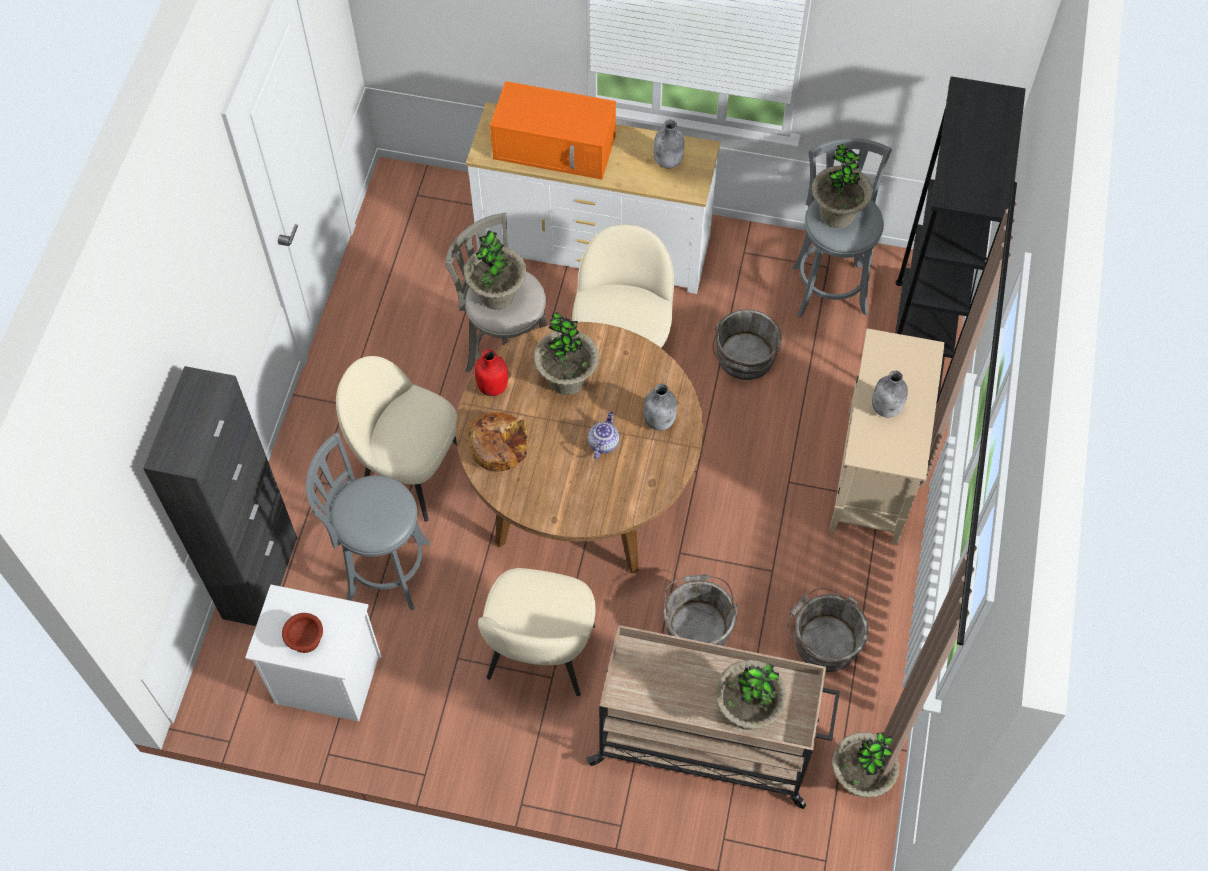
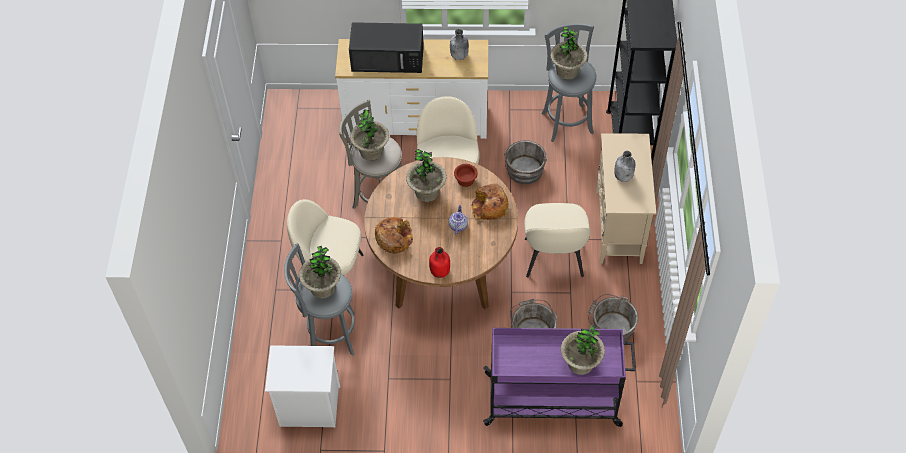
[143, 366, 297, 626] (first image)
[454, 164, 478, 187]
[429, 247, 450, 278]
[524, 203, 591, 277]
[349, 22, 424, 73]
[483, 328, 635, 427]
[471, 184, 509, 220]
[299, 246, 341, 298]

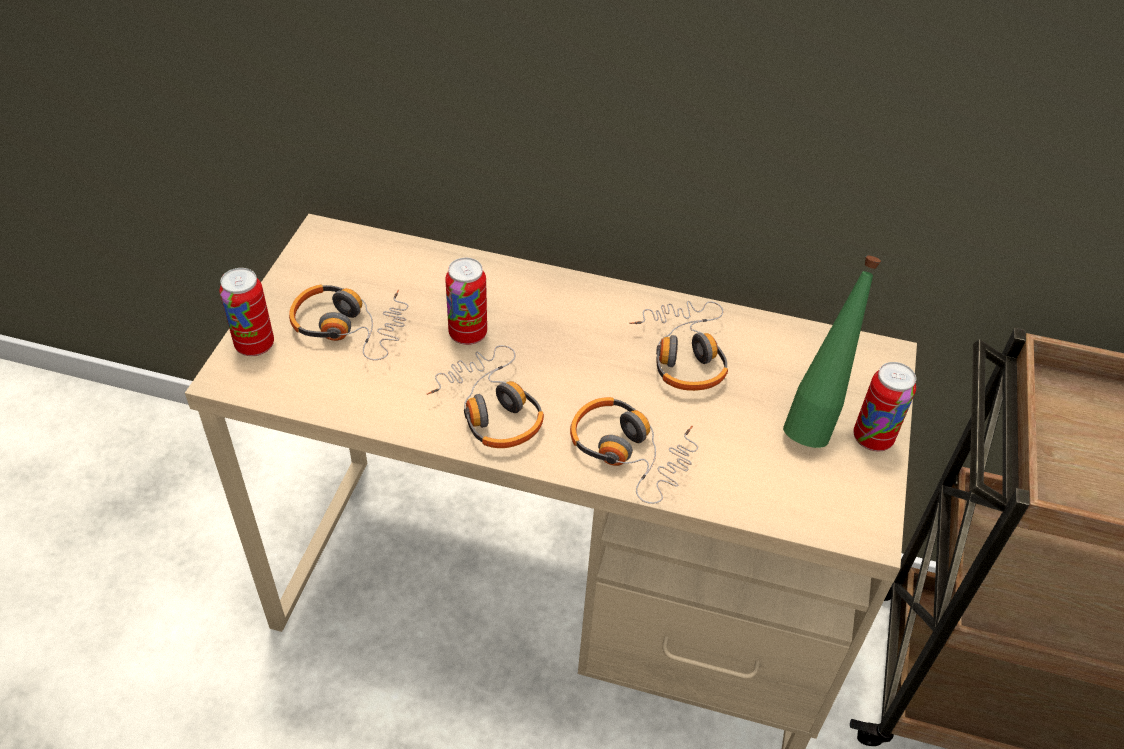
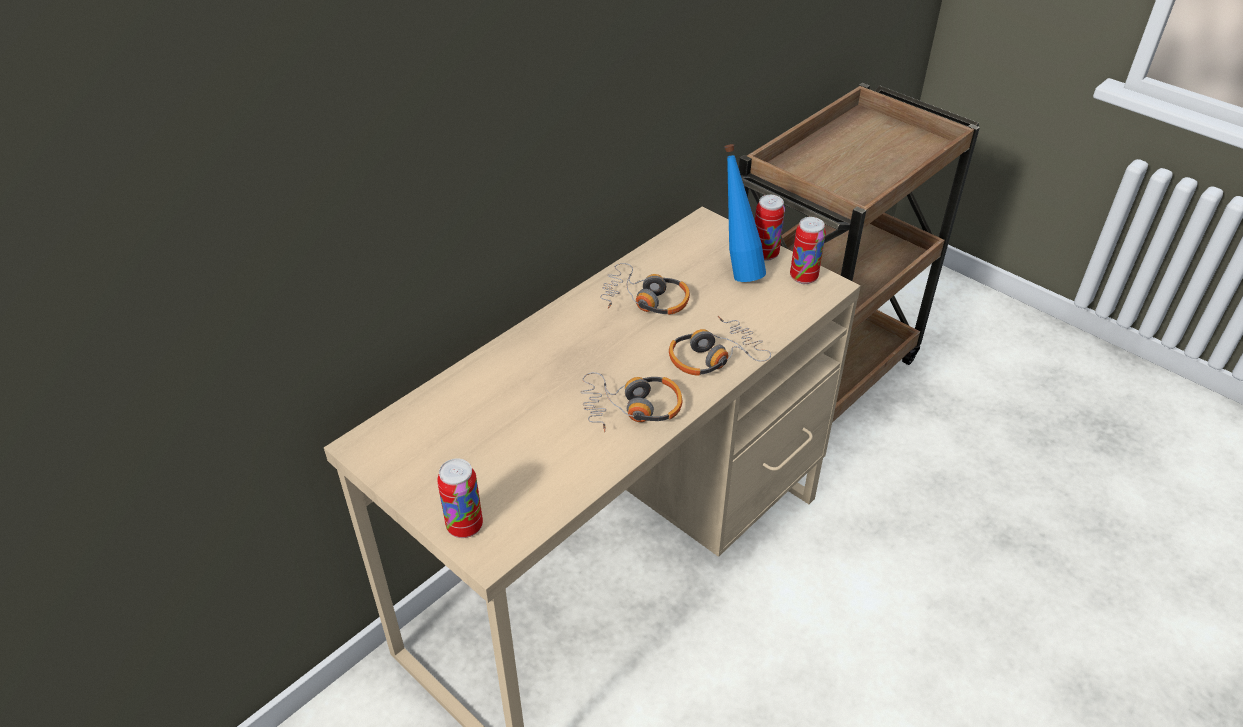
[289, 285, 408, 360] (first image)
[790, 217, 826, 284]
[724, 144, 766, 282]

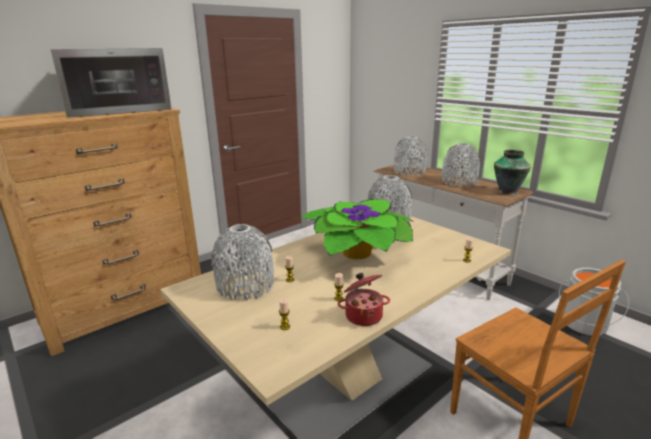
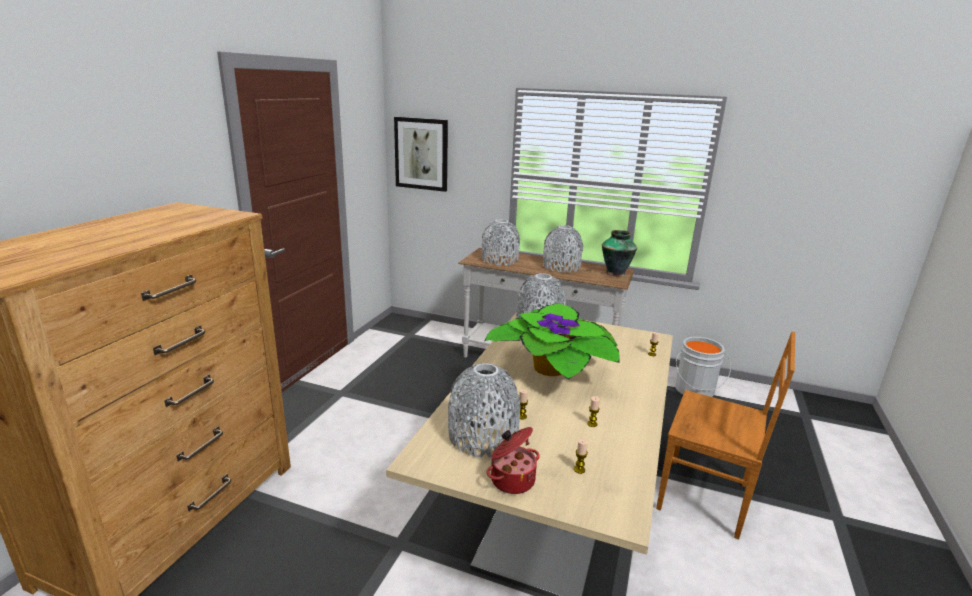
[51, 48, 172, 118] (first image)
[486, 427, 540, 494]
[394, 117, 448, 192]

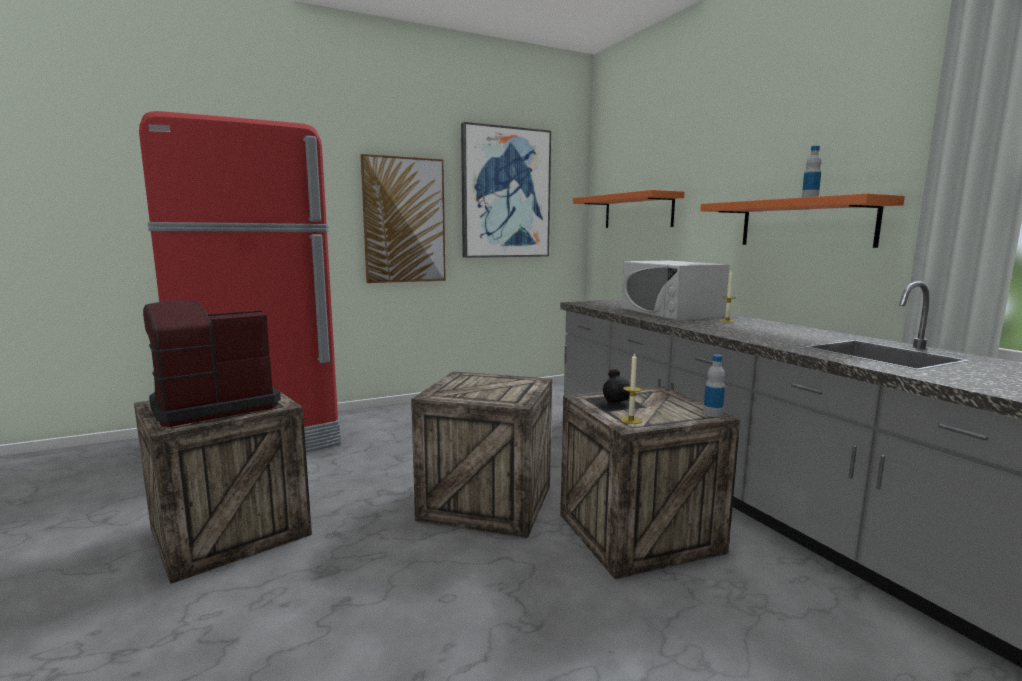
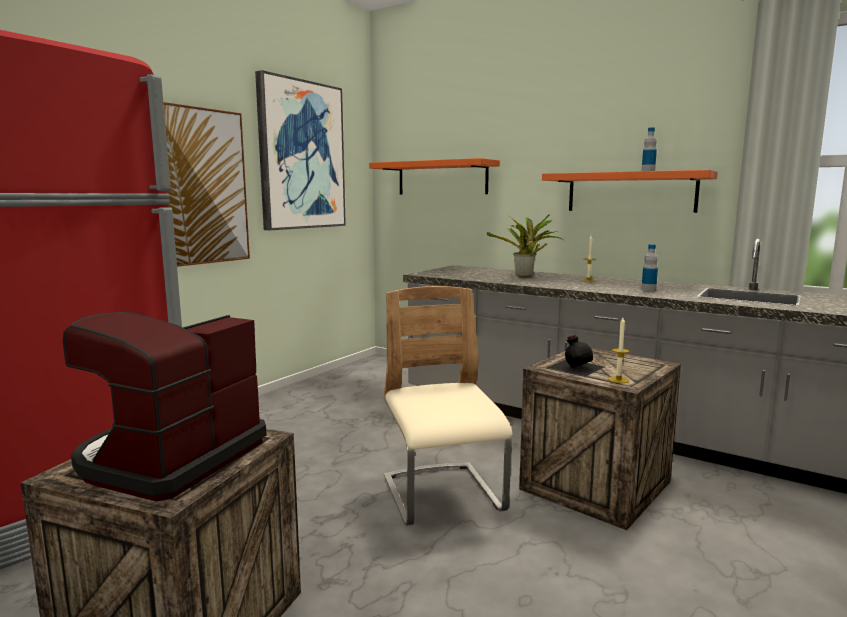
[384, 286, 512, 526]
[487, 215, 563, 277]
[641, 244, 658, 291]

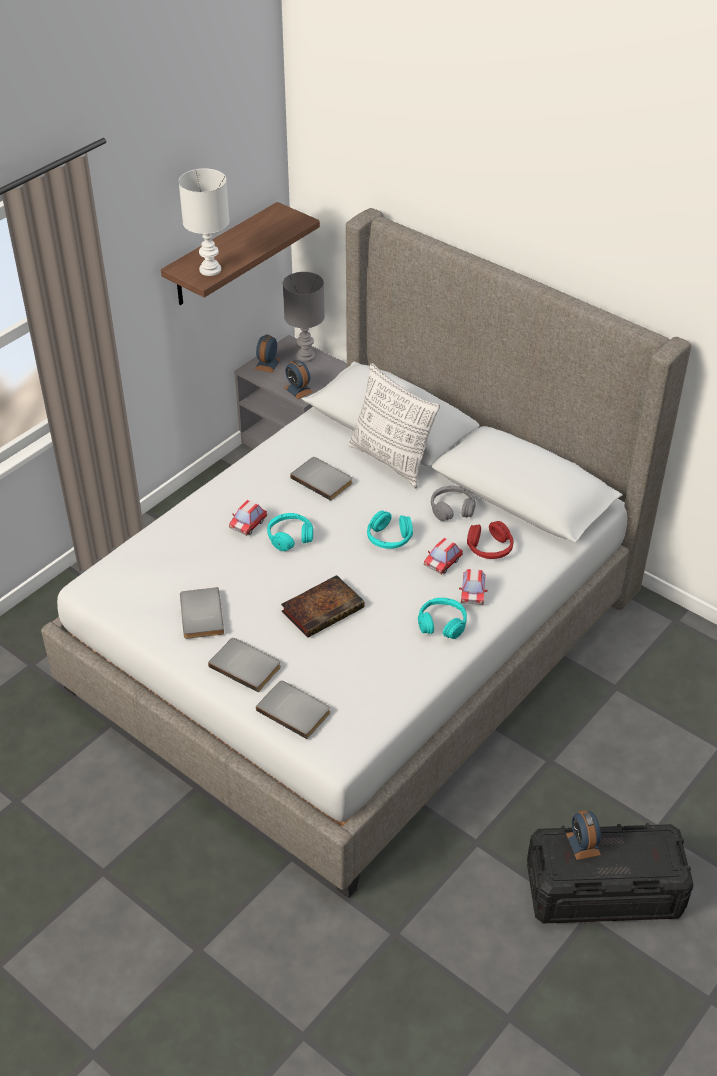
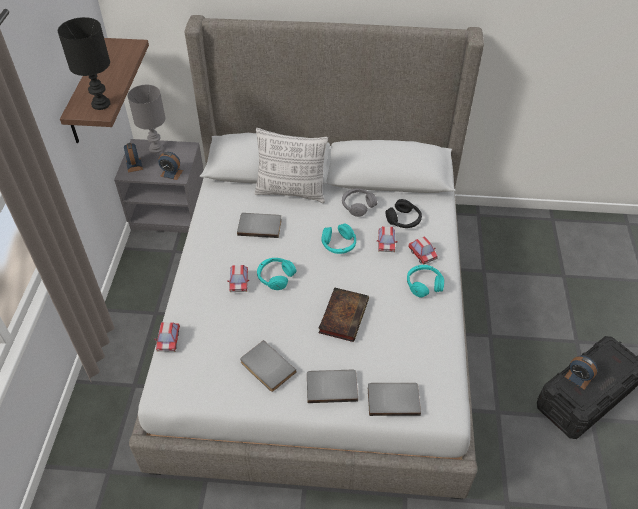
[58, 17, 110, 110]
[385, 199, 422, 228]
[155, 322, 180, 352]

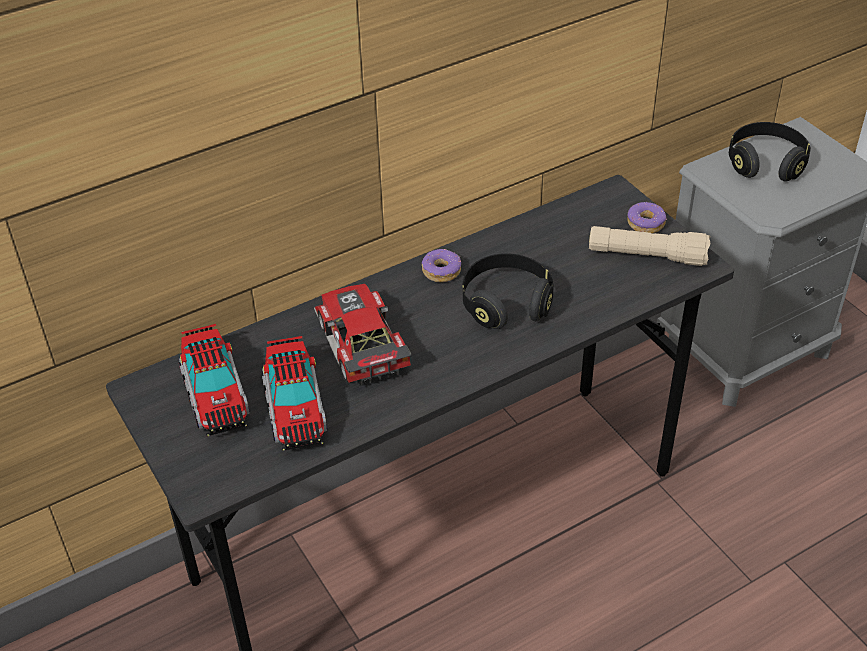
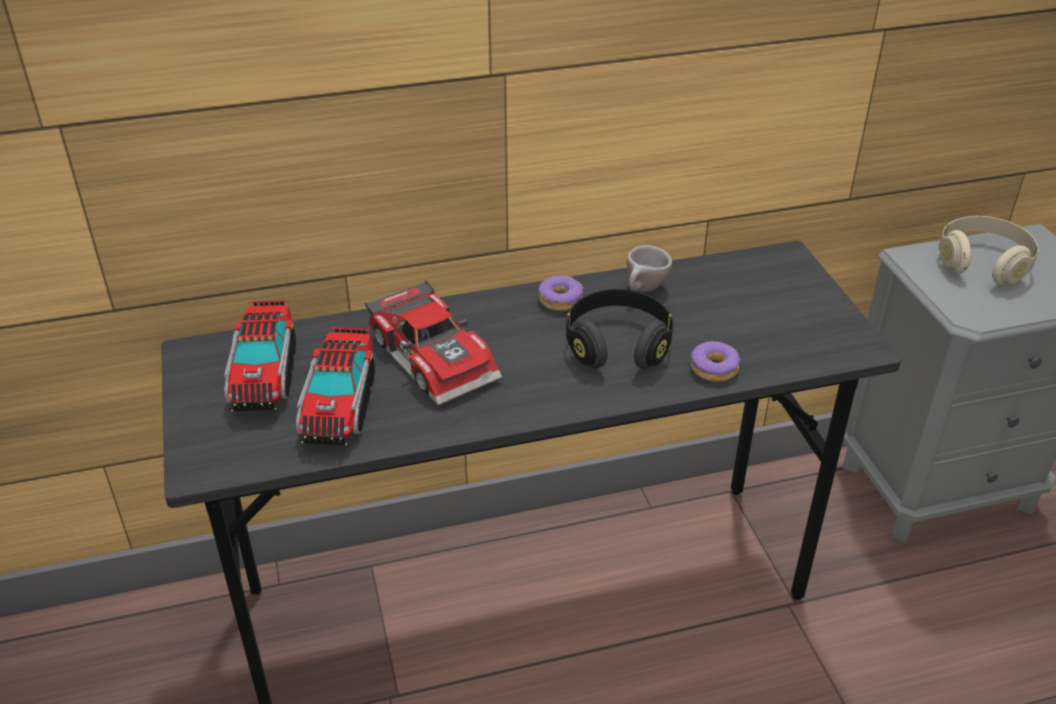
[365, 280, 502, 406]
[589, 226, 711, 266] (first image)
[691, 341, 741, 382]
[939, 216, 1039, 285]
[627, 245, 672, 292]

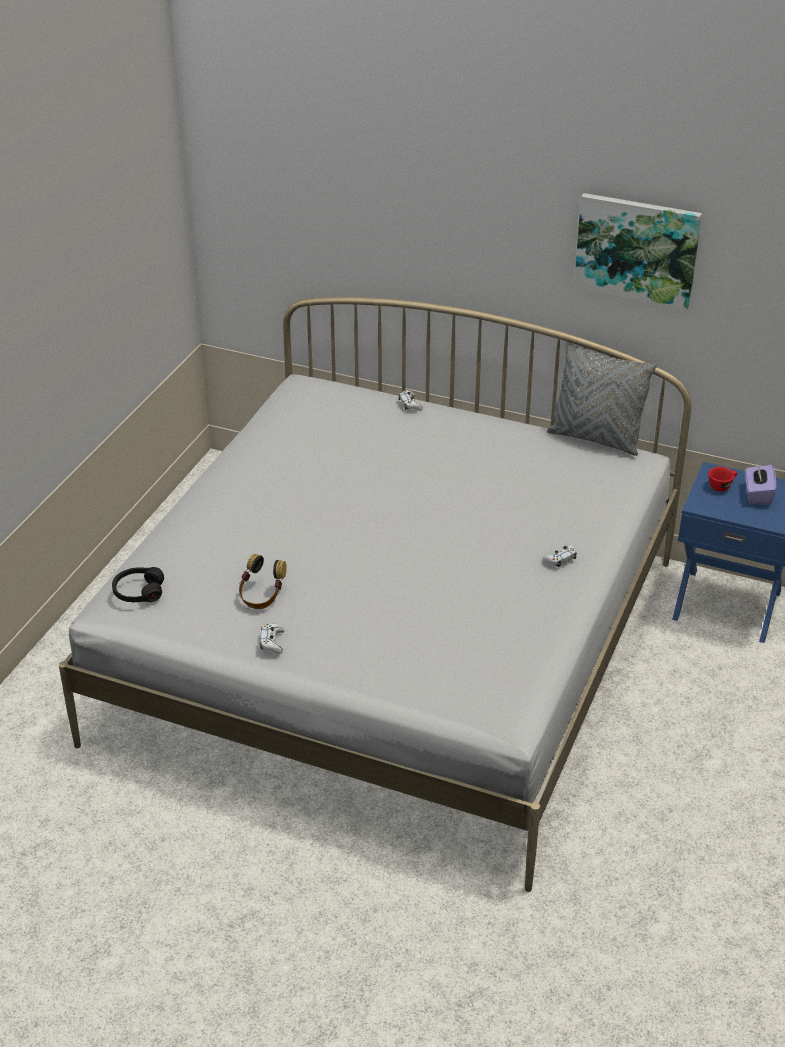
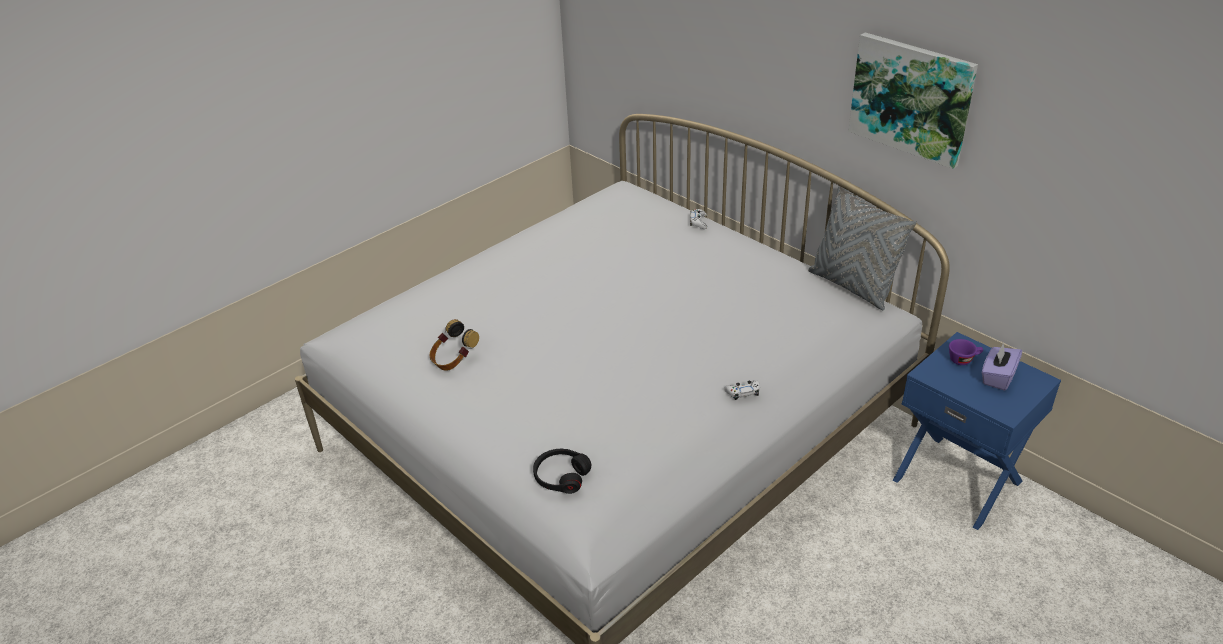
[533, 449, 591, 494]
[260, 624, 284, 654] (first image)
[949, 339, 983, 365]

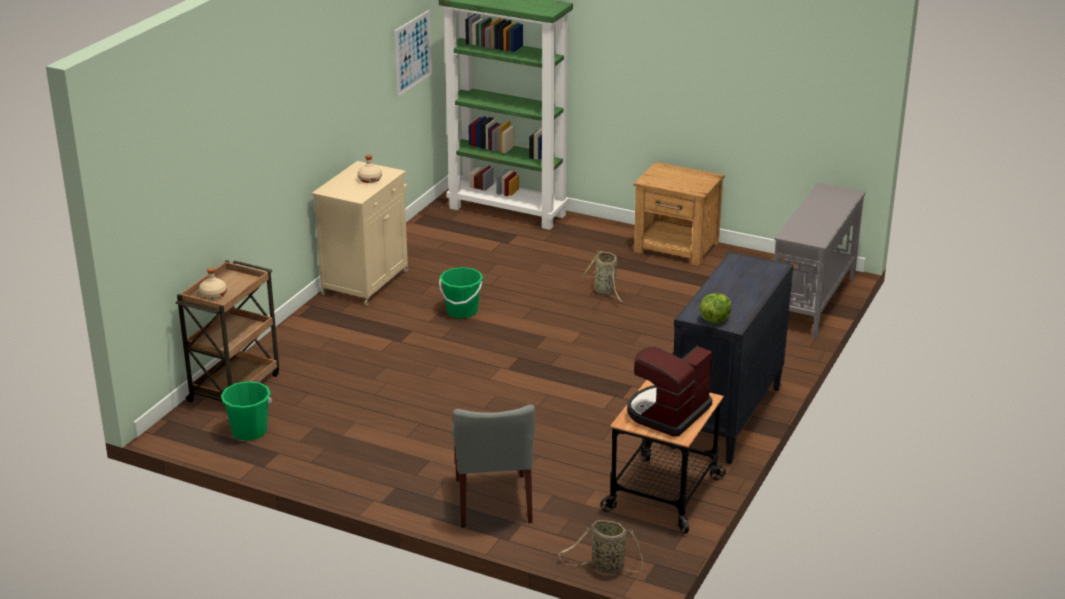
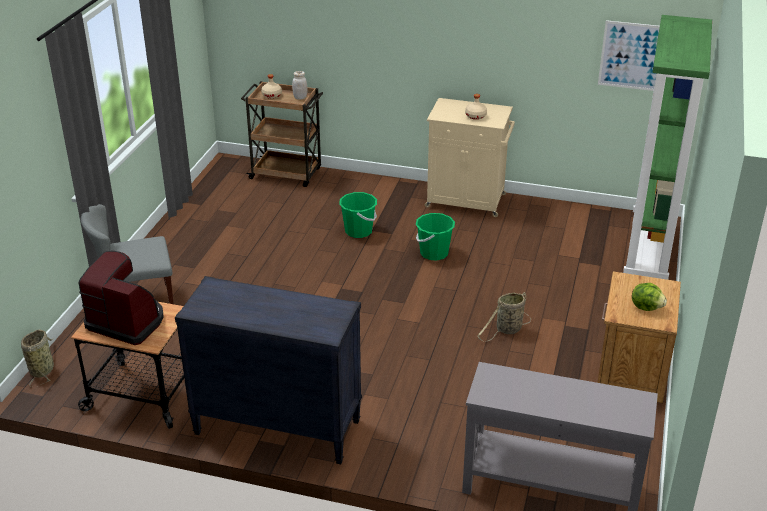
[339, 192, 377, 238]
[632, 283, 667, 311]
[292, 71, 307, 100]

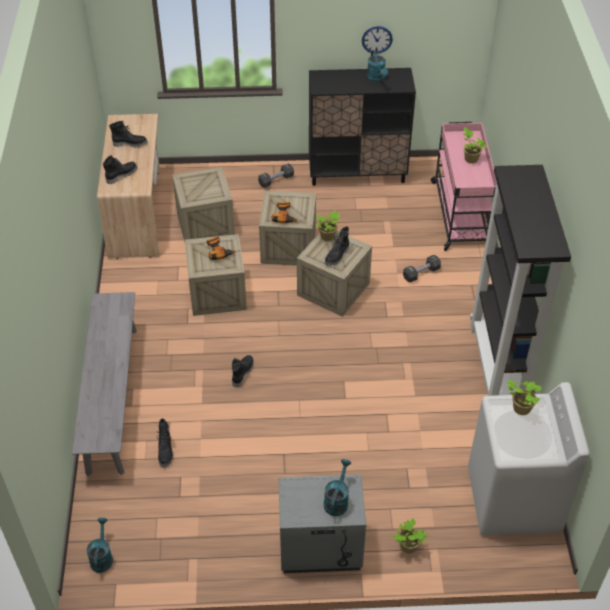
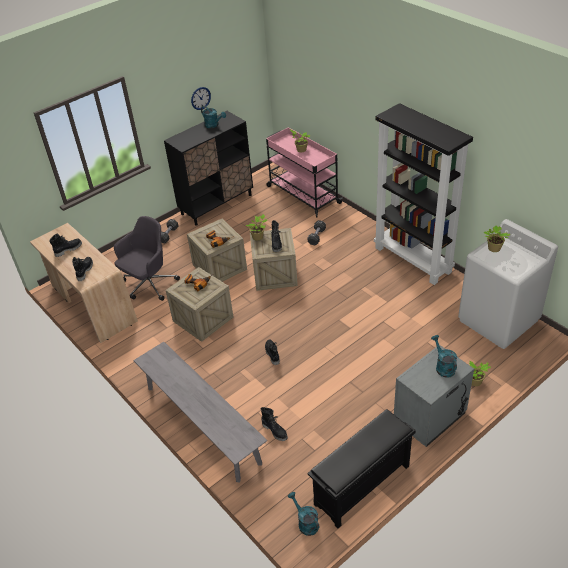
[114, 216, 180, 301]
[307, 409, 416, 528]

